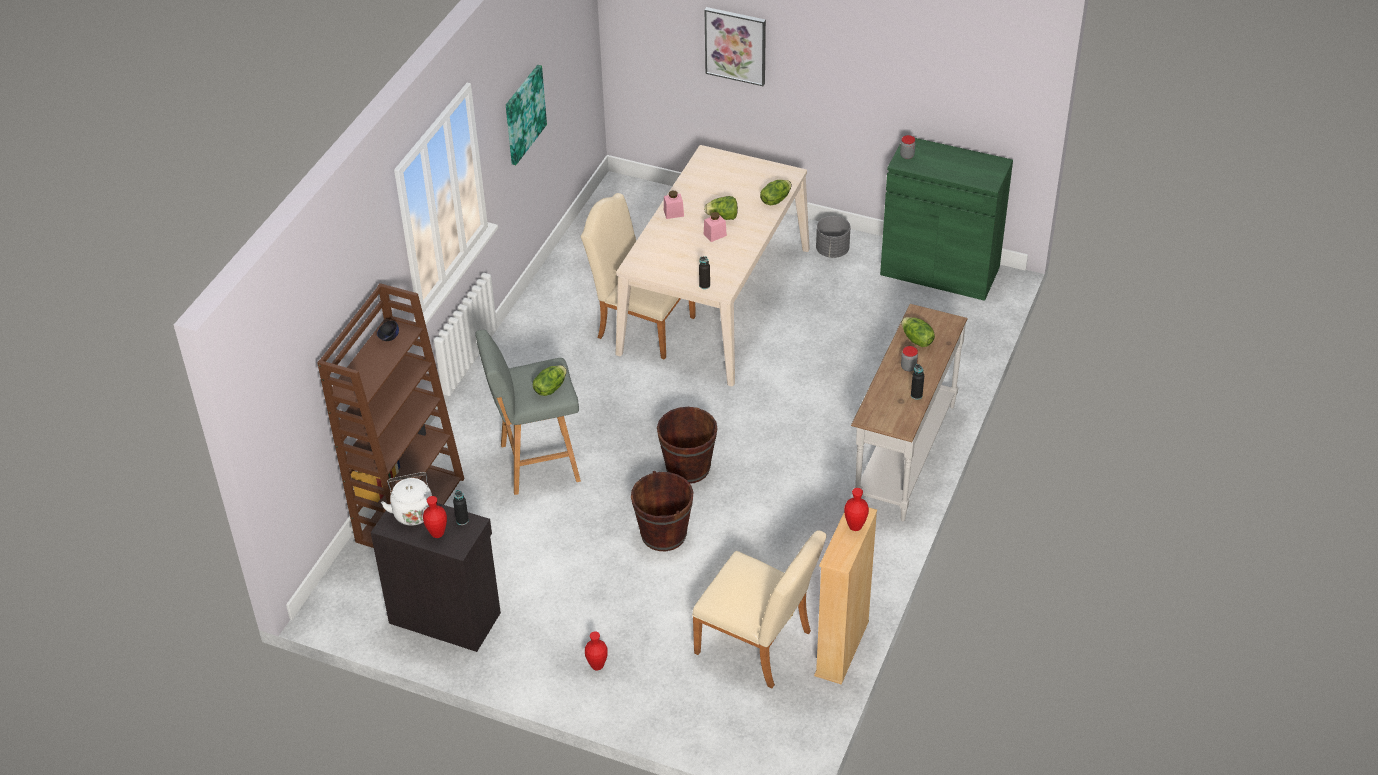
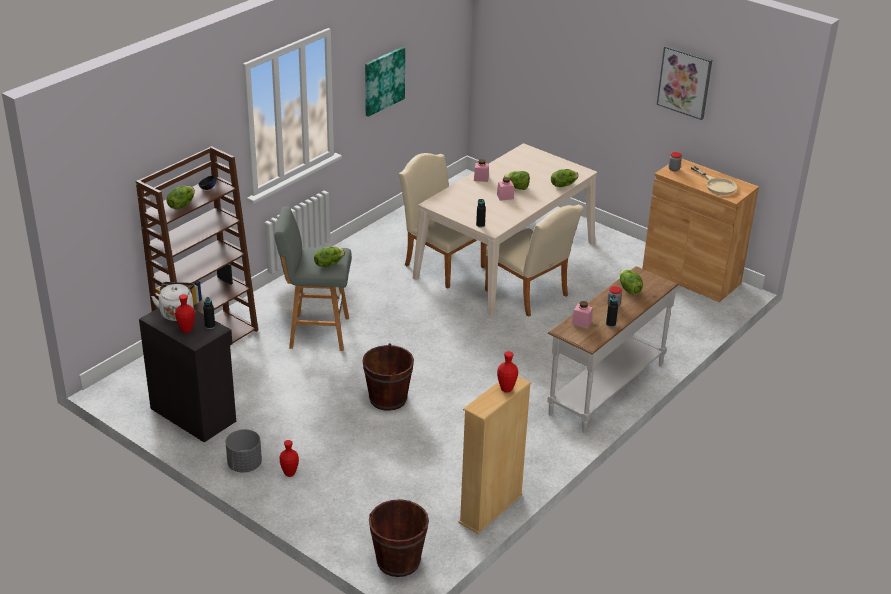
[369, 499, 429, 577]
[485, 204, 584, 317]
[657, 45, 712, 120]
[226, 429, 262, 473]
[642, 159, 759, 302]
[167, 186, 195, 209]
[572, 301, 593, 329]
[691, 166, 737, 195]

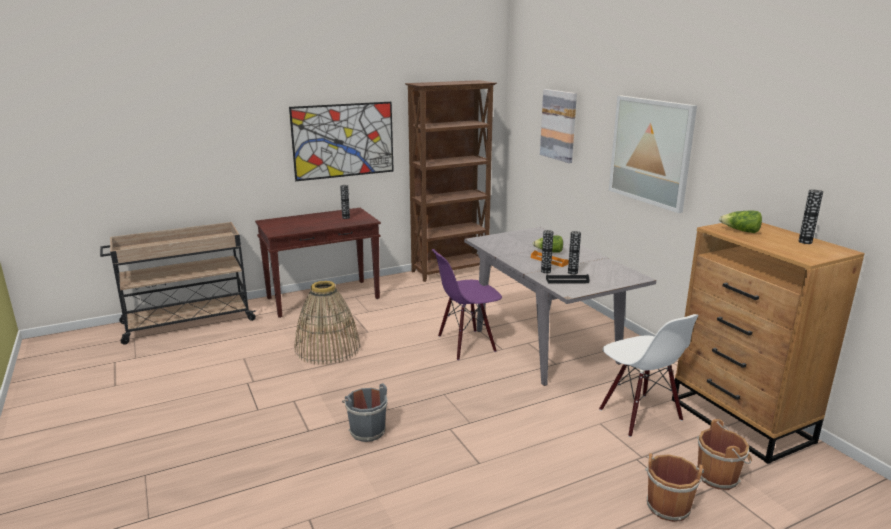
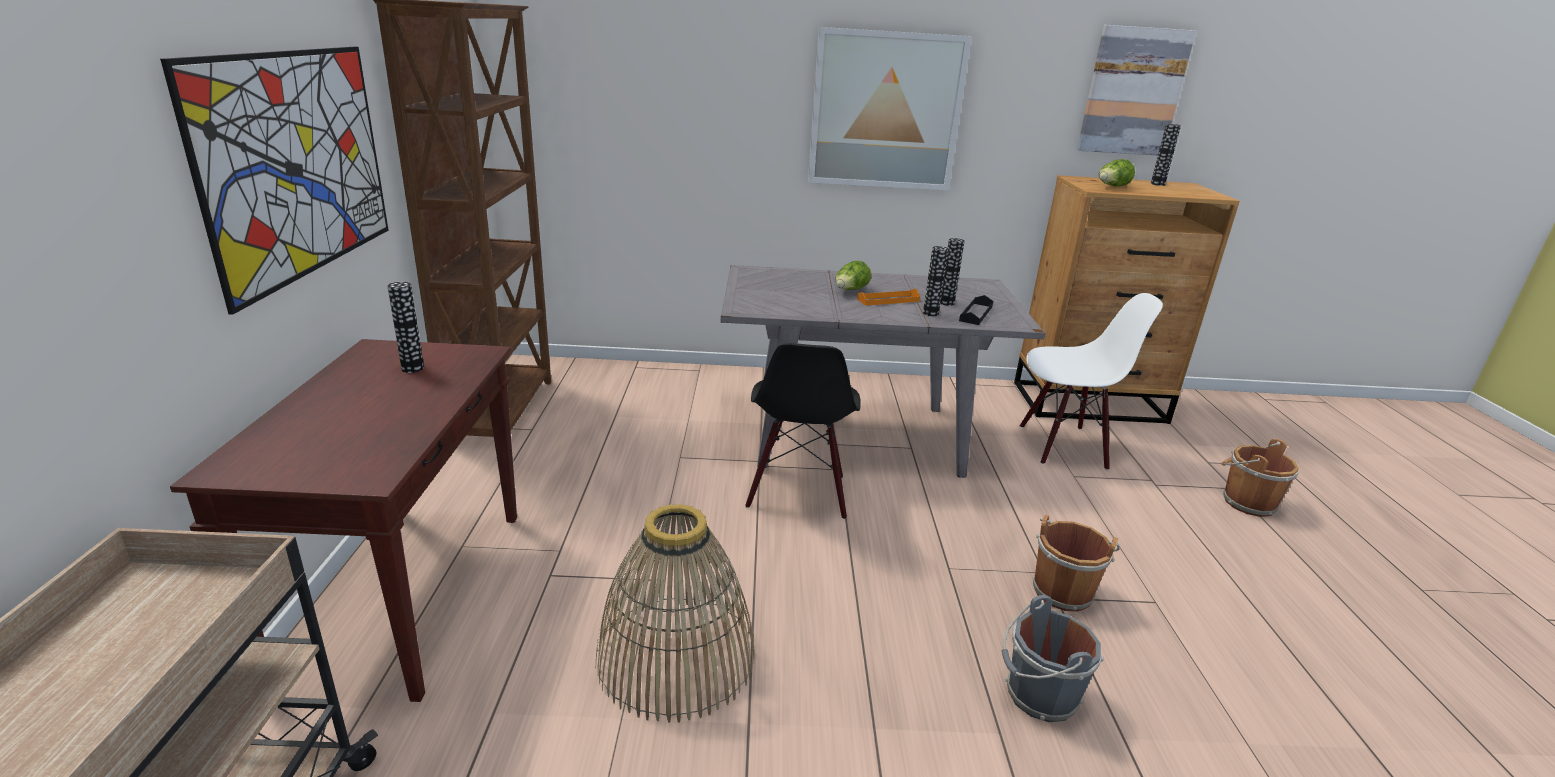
[745, 343, 861, 519]
[1077, 25, 1196, 156]
[1033, 515, 1120, 612]

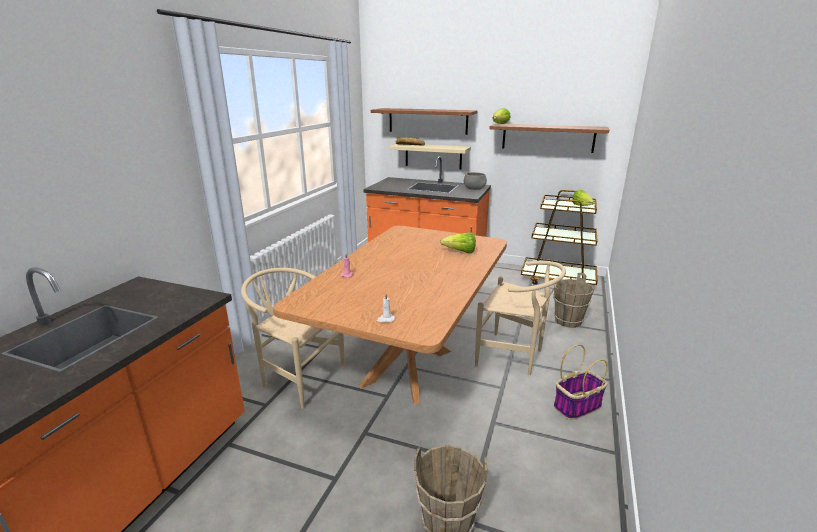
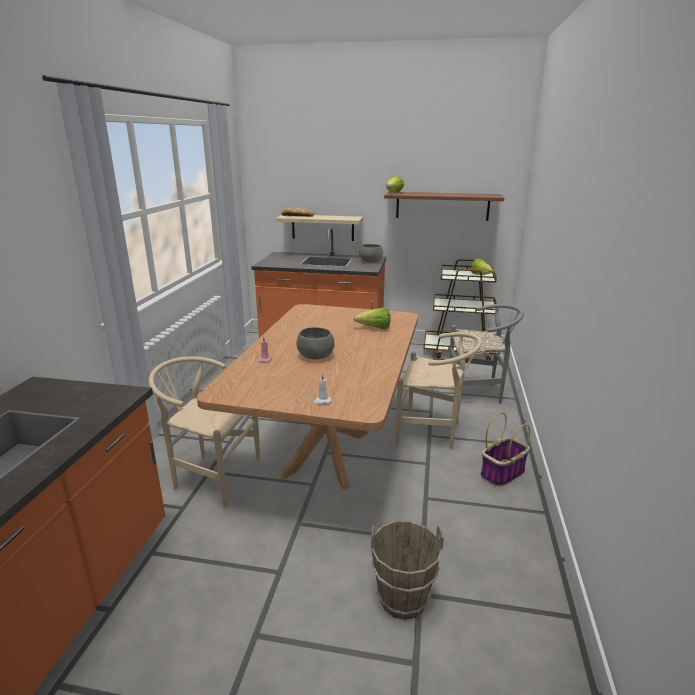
[371, 108, 477, 135] (first image)
[449, 304, 524, 404]
[297, 327, 335, 359]

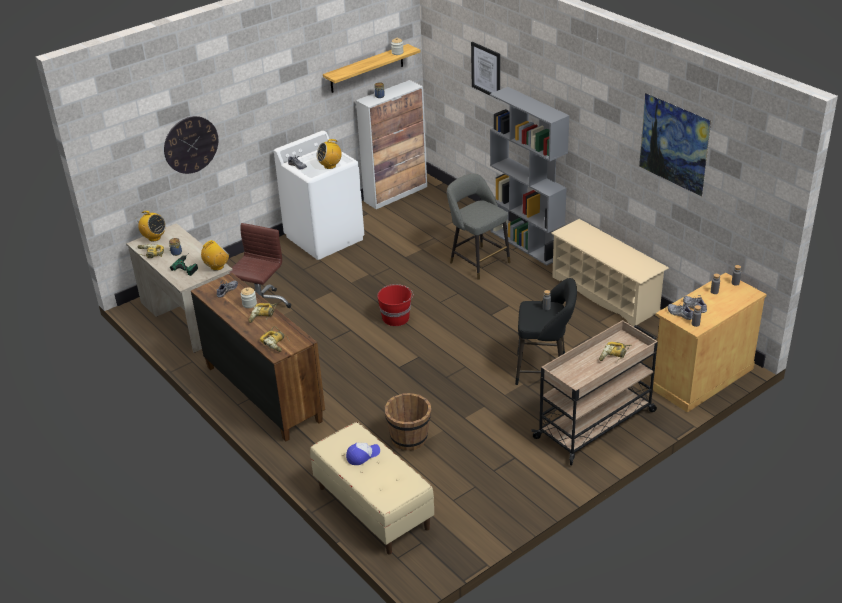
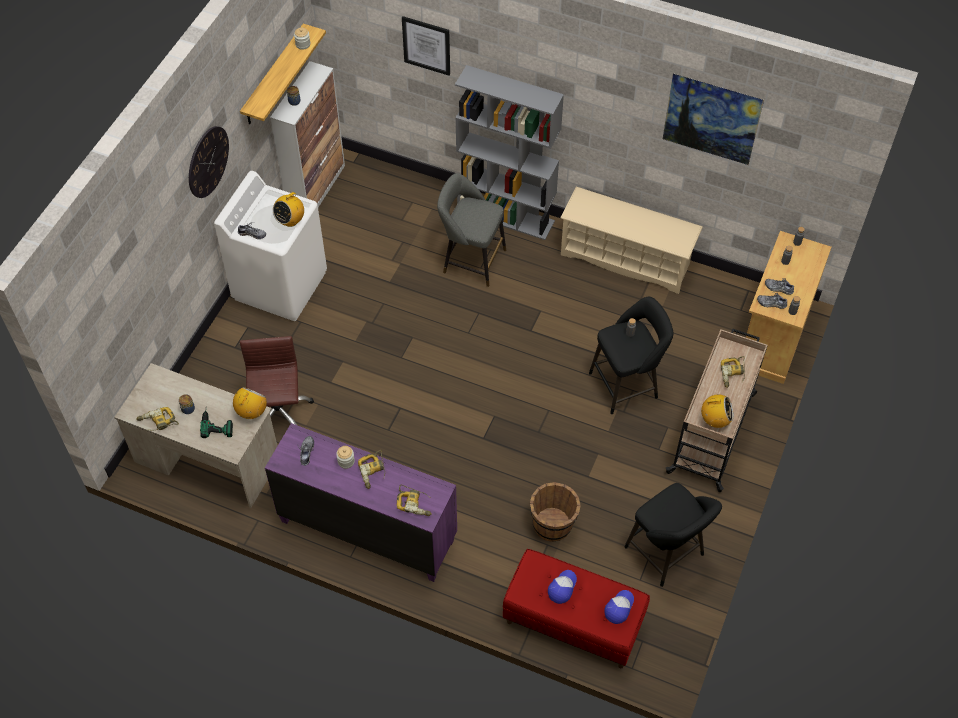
[701, 395, 734, 428]
[189, 126, 229, 198]
[265, 423, 457, 582]
[503, 549, 650, 668]
[377, 284, 413, 326] (first image)
[604, 590, 634, 624]
[624, 483, 722, 587]

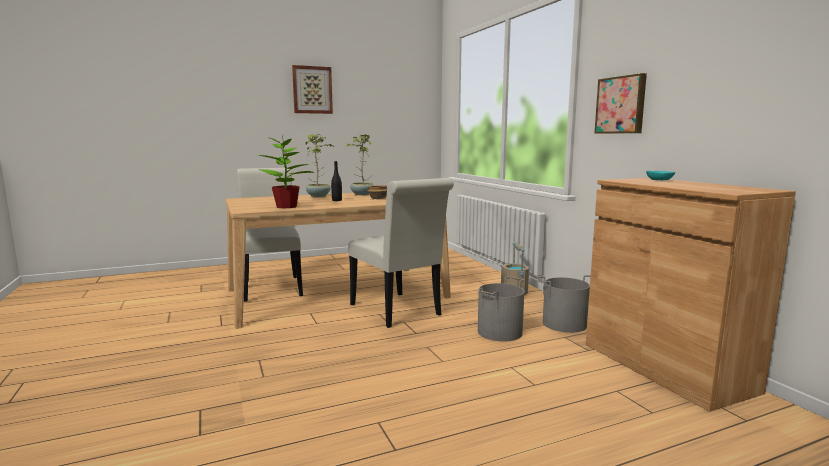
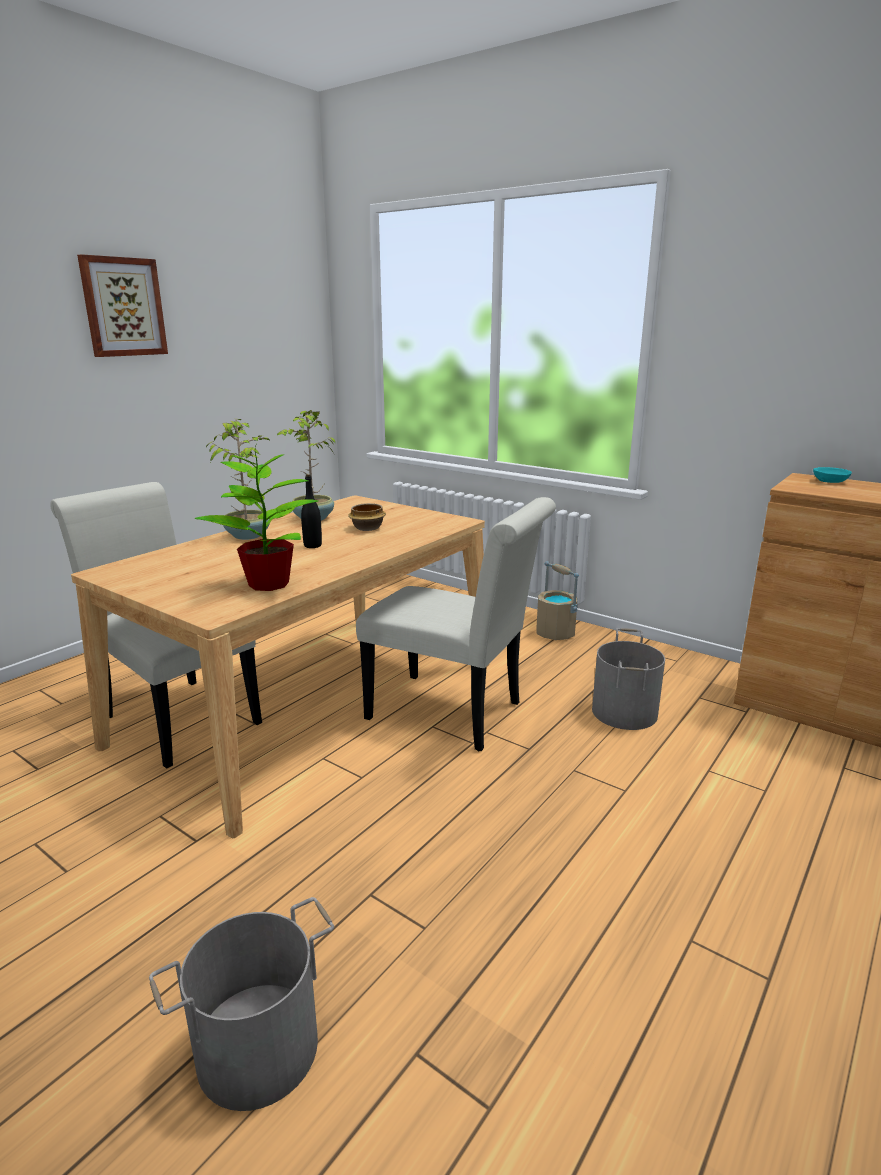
[149, 897, 334, 1111]
[594, 73, 647, 134] (first image)

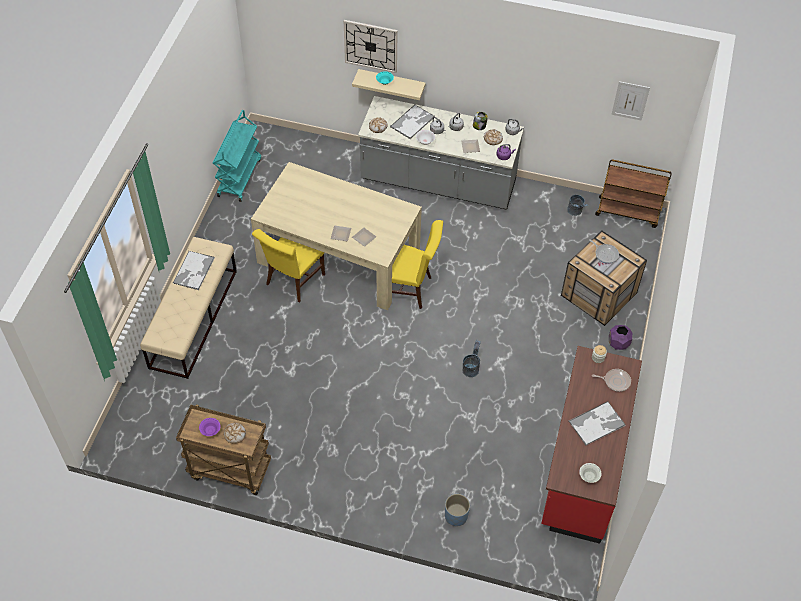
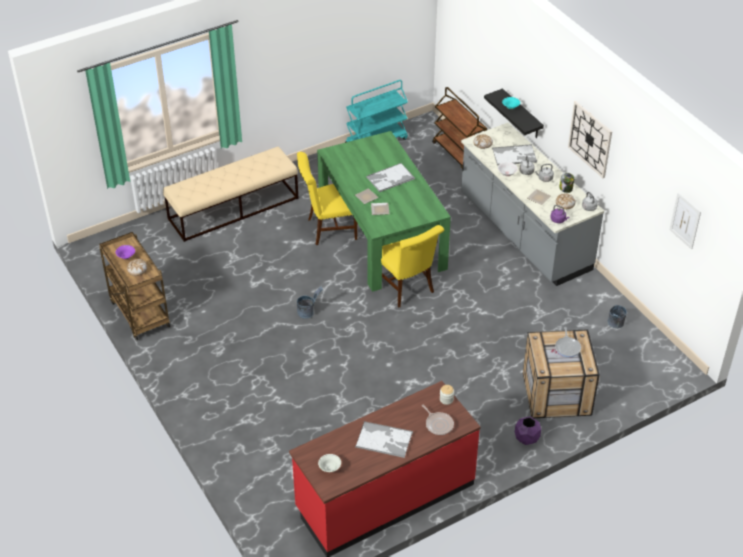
[366, 163, 415, 192]
[317, 131, 451, 292]
[568, 101, 612, 178]
[484, 88, 544, 138]
[445, 494, 470, 526] (first image)
[297, 286, 323, 318]
[432, 87, 487, 171]

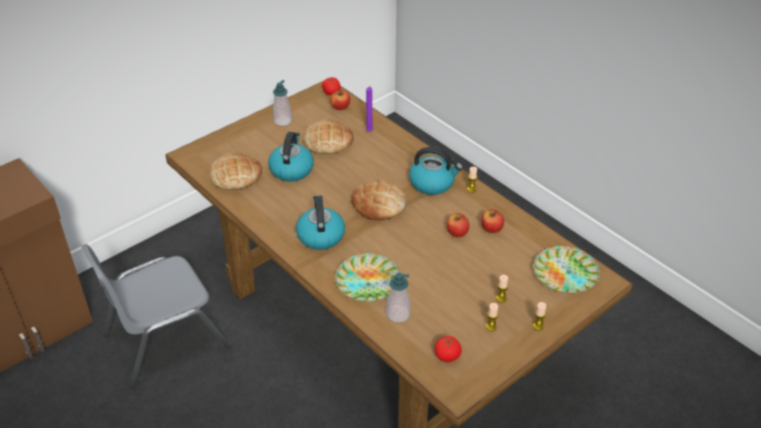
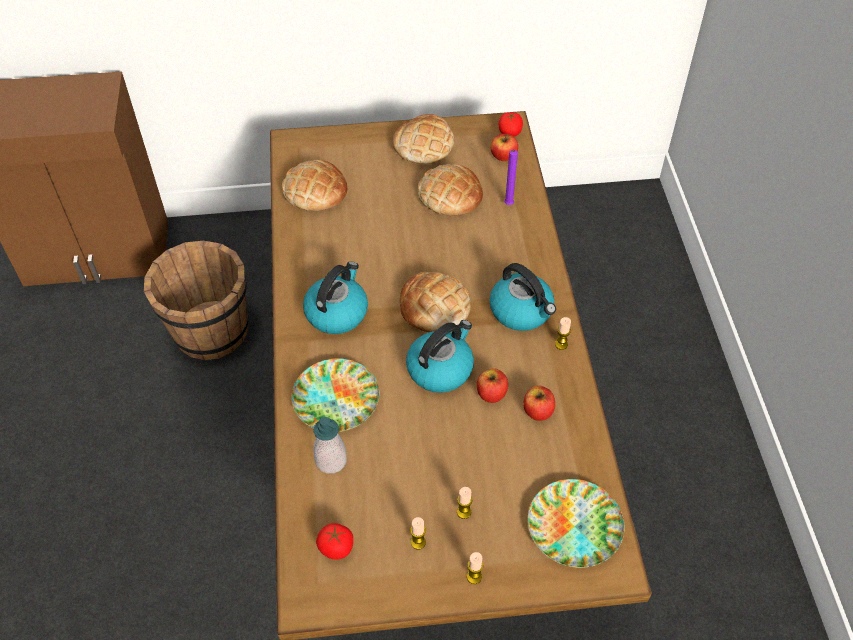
[144, 241, 248, 360]
[406, 320, 474, 393]
[393, 114, 454, 164]

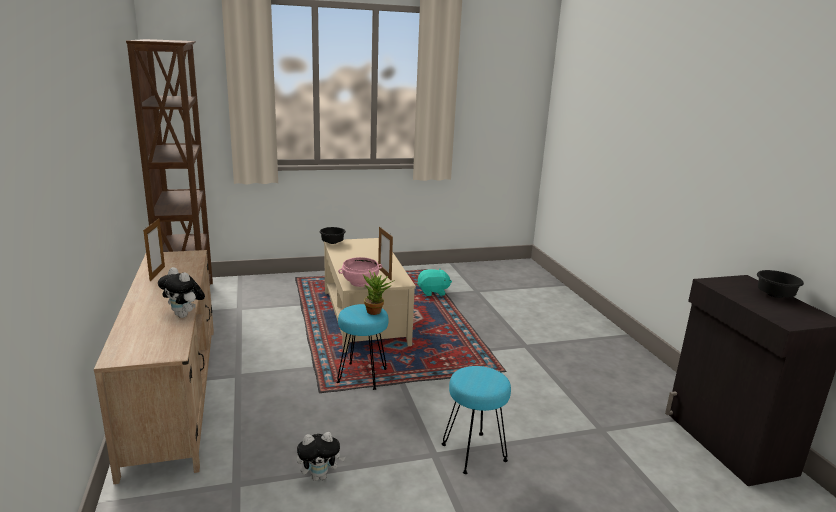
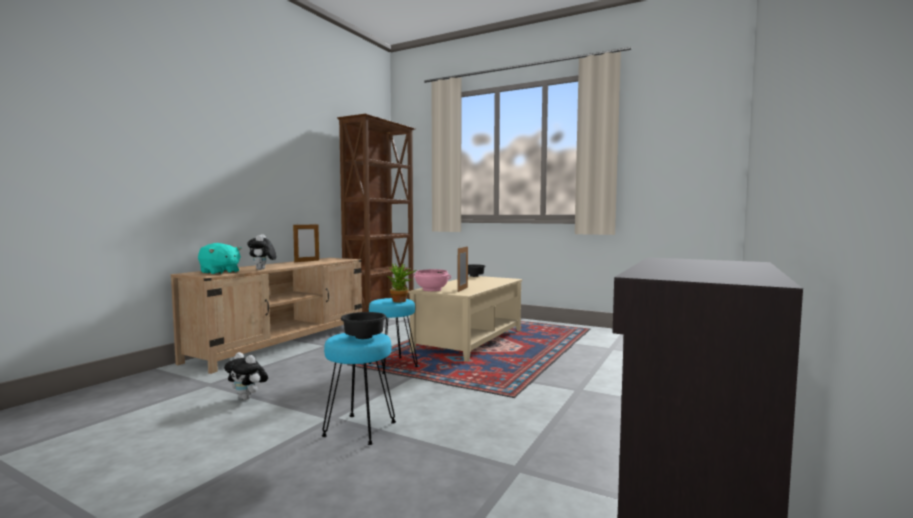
[198, 243, 242, 274]
[341, 312, 387, 339]

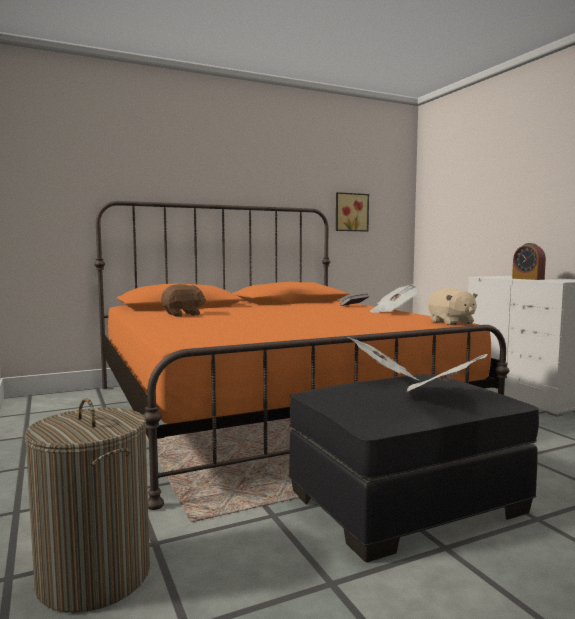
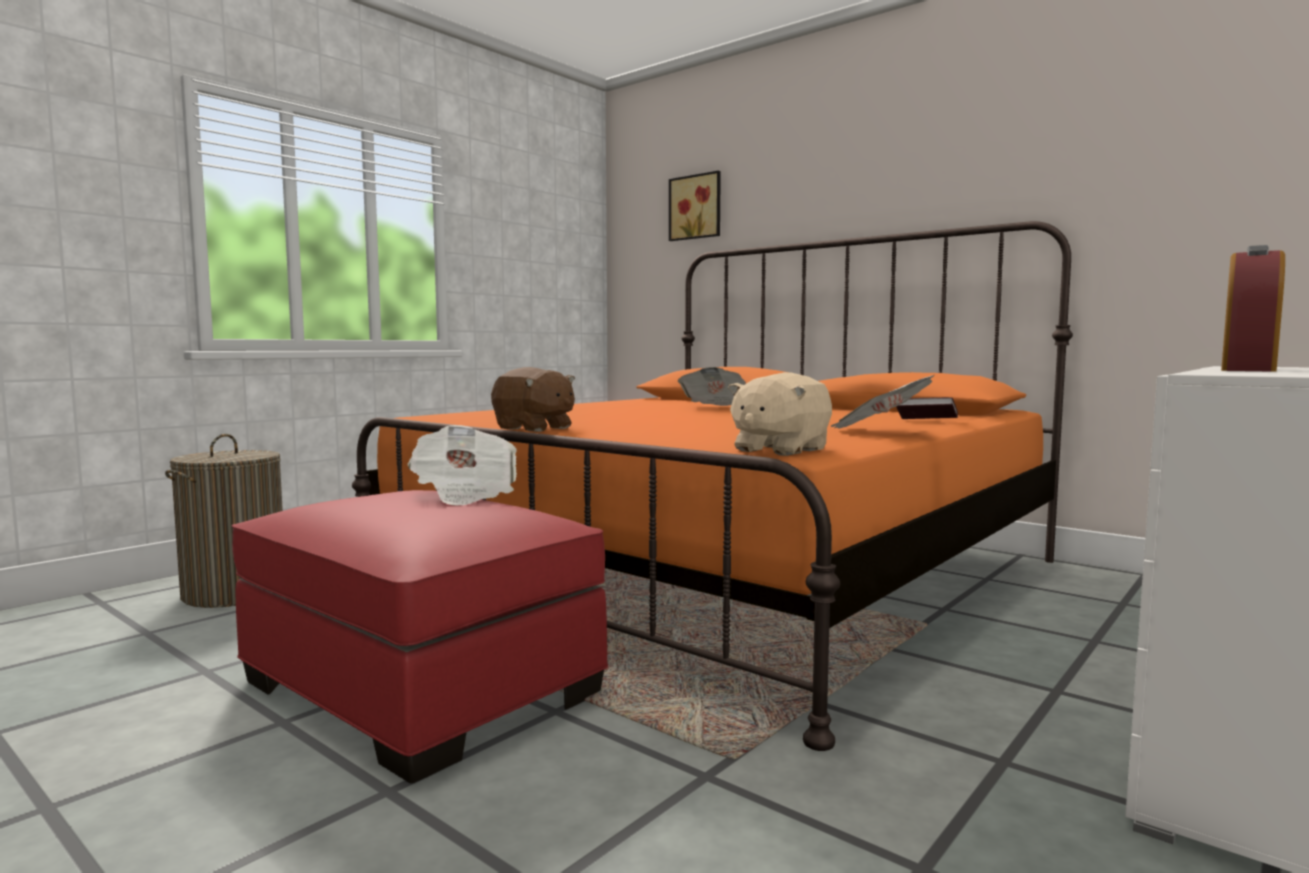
[491, 367, 575, 432]
[232, 490, 608, 783]
[669, 171, 721, 241]
[678, 367, 746, 406]

